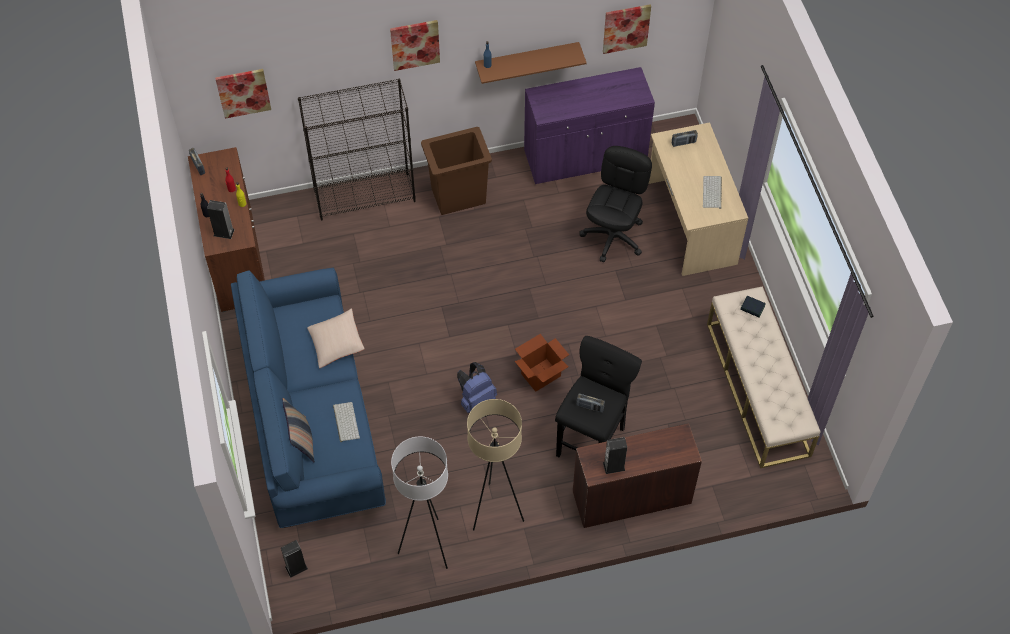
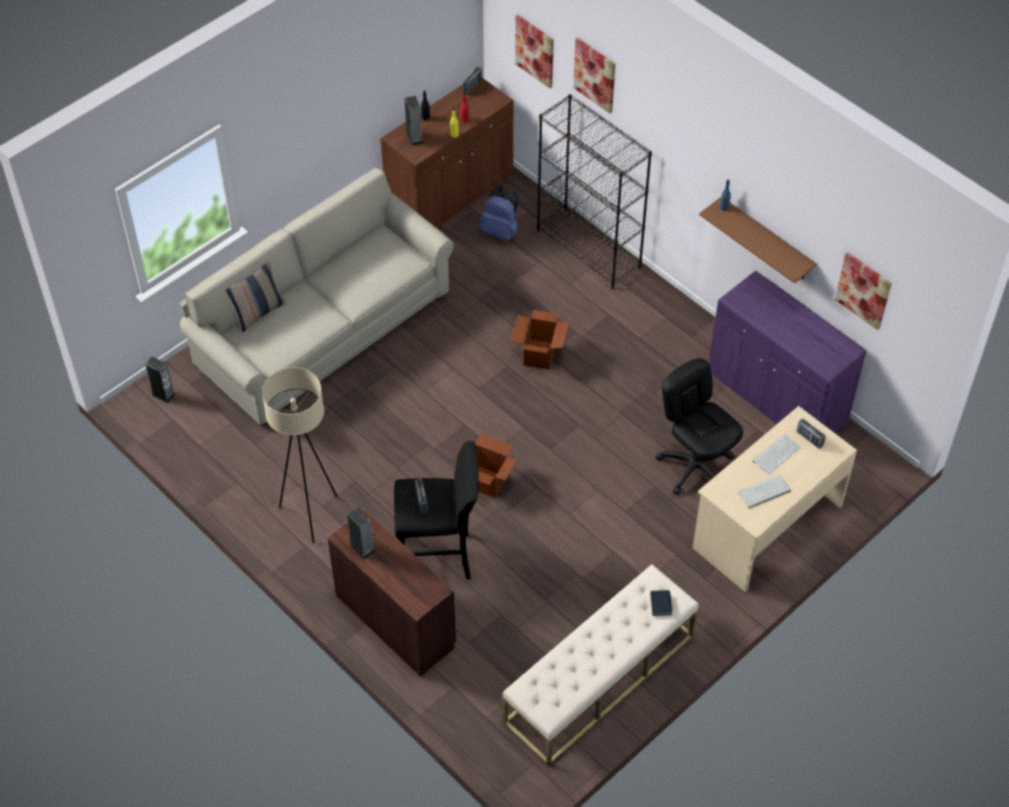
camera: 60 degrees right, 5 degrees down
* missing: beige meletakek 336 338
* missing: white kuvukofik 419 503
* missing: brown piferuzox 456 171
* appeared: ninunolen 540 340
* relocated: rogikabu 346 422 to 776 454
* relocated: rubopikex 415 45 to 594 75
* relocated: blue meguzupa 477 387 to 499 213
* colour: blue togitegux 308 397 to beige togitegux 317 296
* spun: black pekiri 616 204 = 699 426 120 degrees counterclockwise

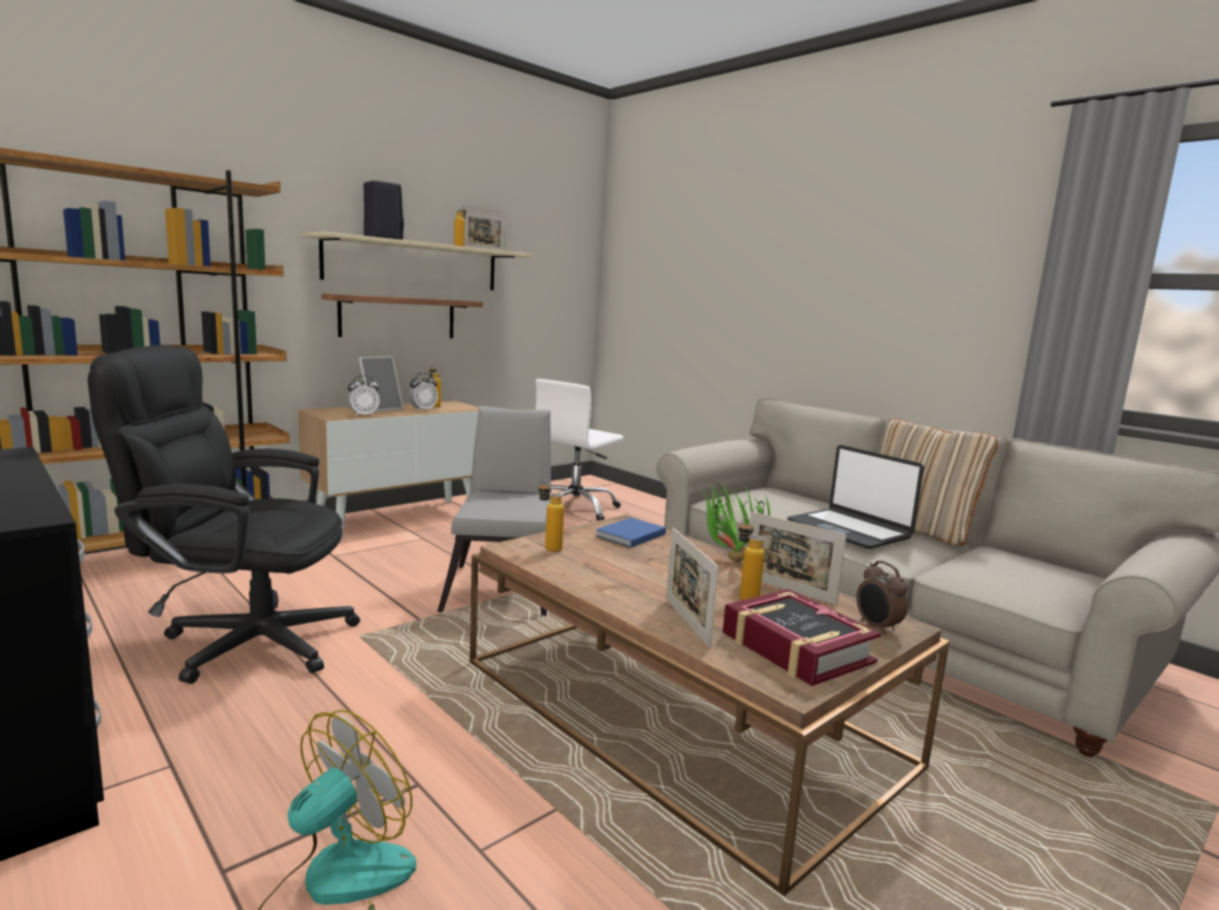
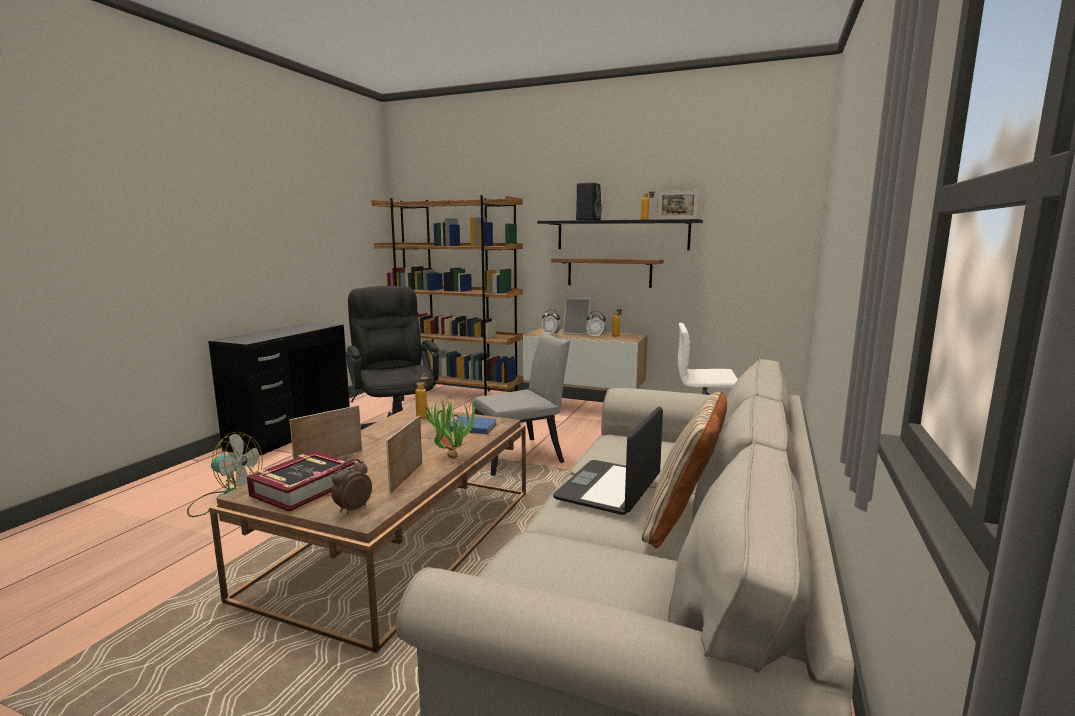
camera: 65 degrees right, 0 degrees up
* missing: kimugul 751 558
* colour: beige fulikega 417 260 to black fulikega 620 234

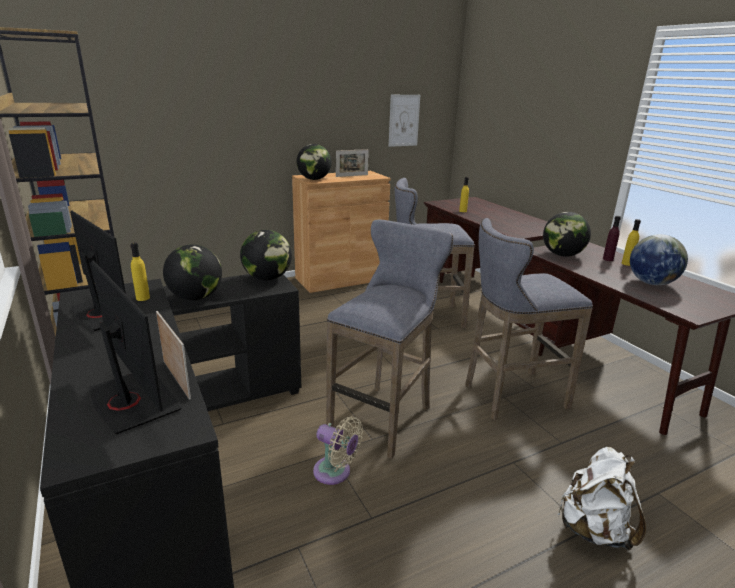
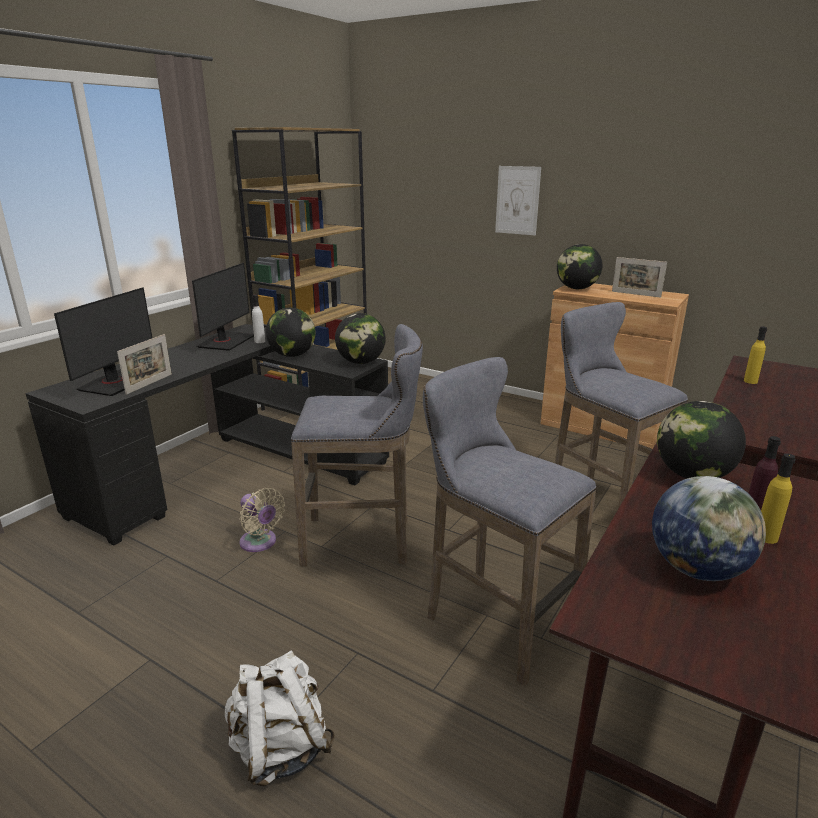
camera: 60 degrees right, 0 degrees up
* relocated: rubopikex 404 121 to 518 200
* colour: yellow kimugul 140 271 to white kimugul 258 319
* spun: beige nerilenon 338 451 = 262 520 45 degrees counterclockwise

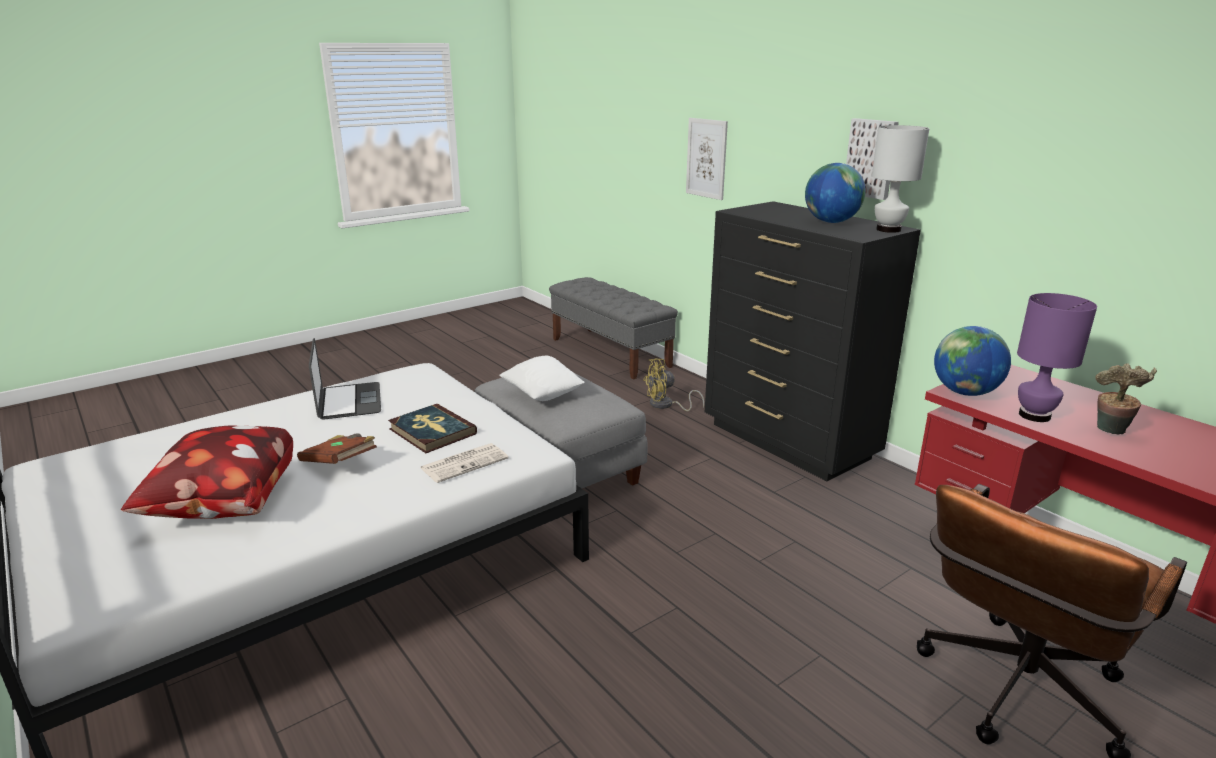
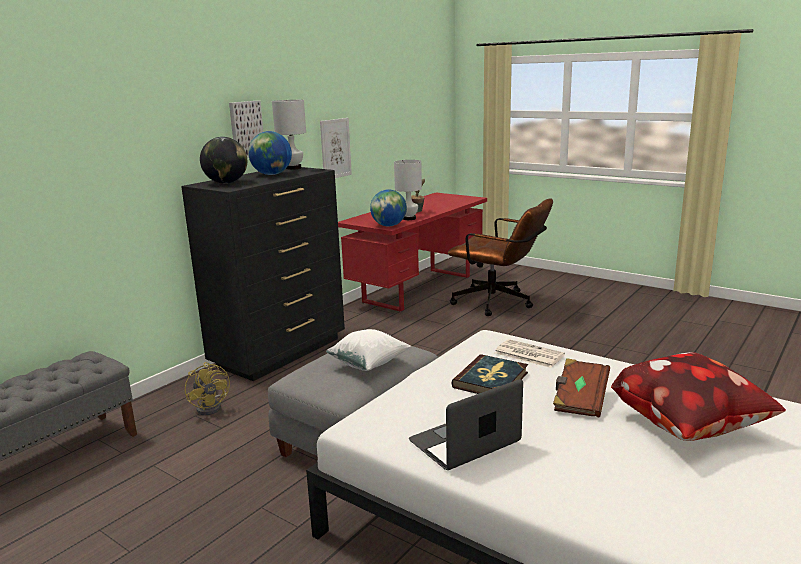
camera: 105 degrees left, 5 degrees down
* appeared: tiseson 223 160
* relocated: rubopikex 707 159 to 336 148
* colour: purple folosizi 1057 357 to white folosizi 408 190

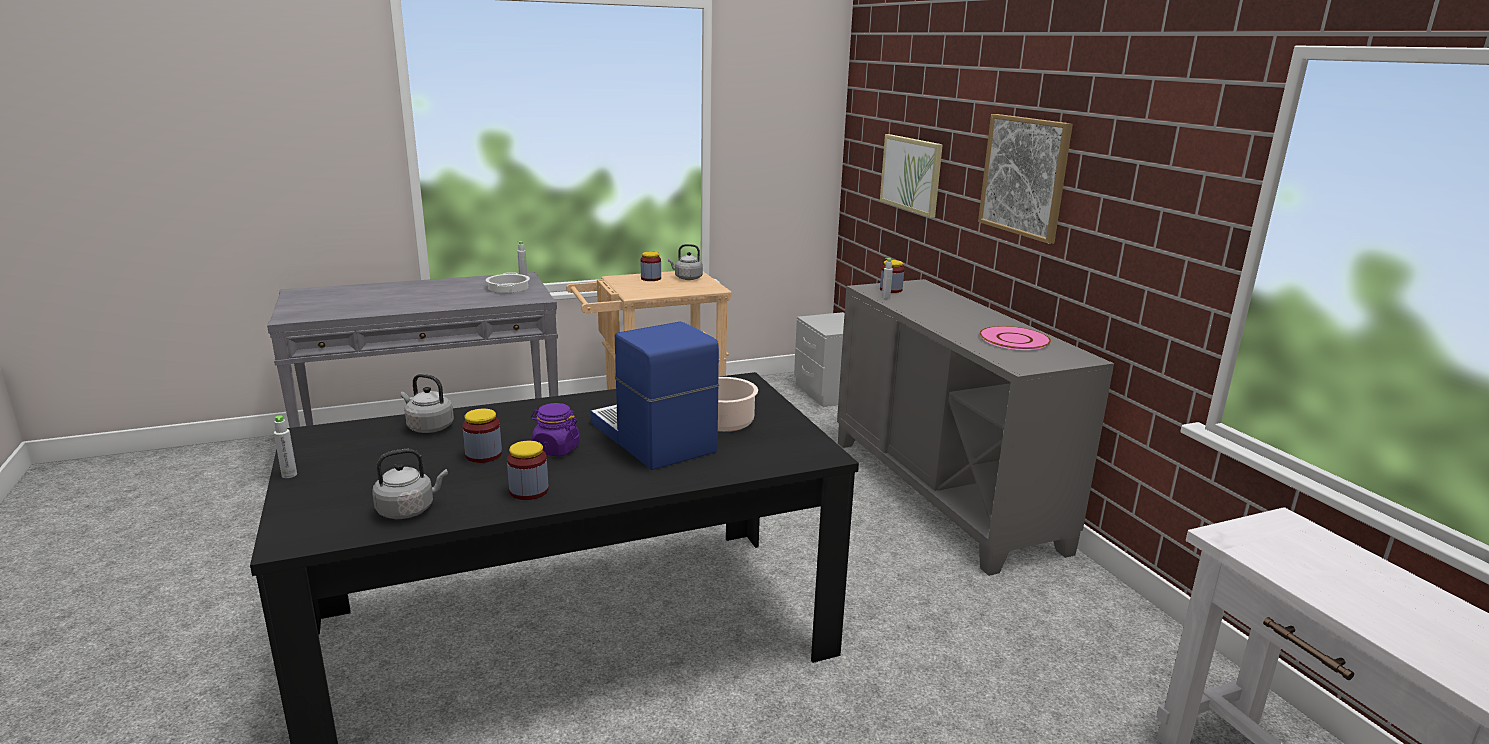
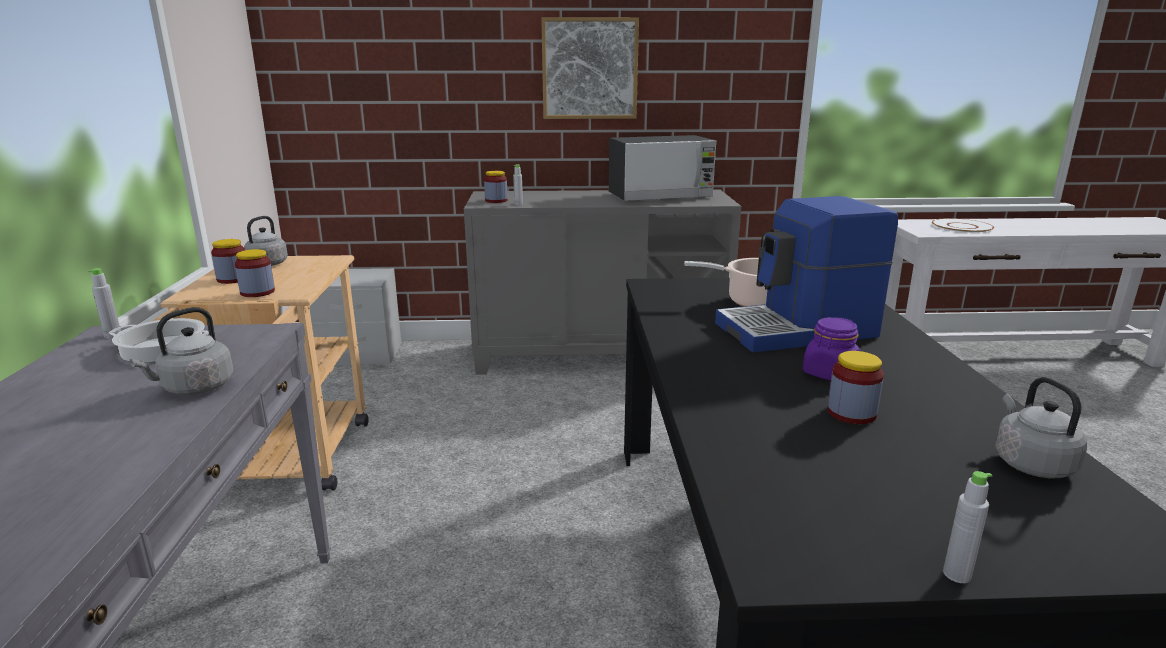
camera: 70 degrees left, 0 degrees up
* missing: rubopikex 911 176
* appeared: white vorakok 963 225
* relocated: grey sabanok 427 403 to 181 351
* relocated: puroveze 528 470 to 255 273
* exchanged: pink vorakok 1015 338 to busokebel 662 168

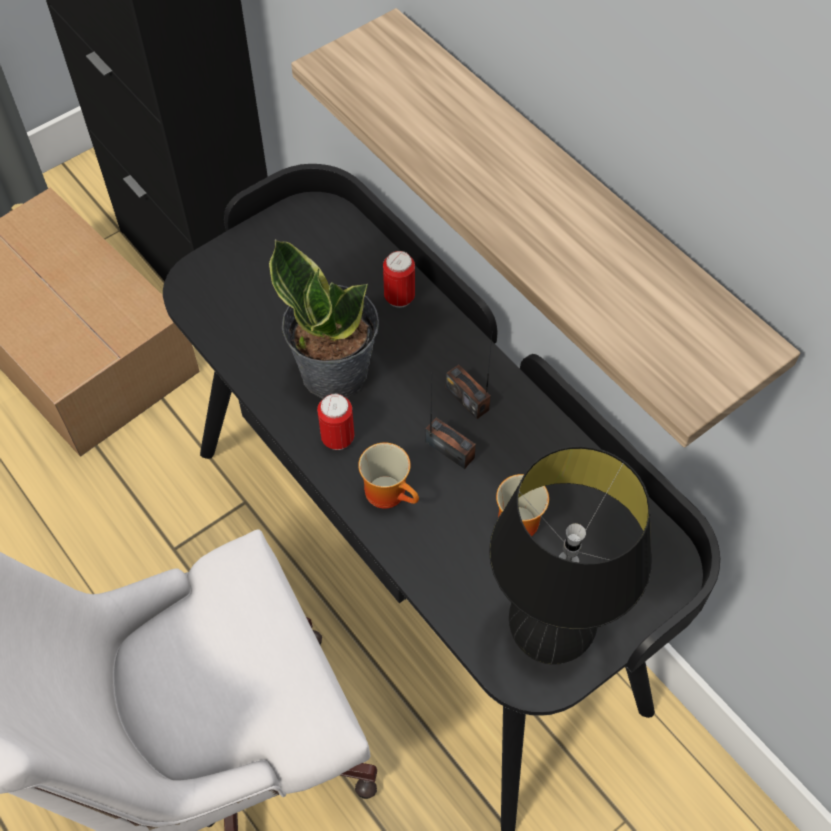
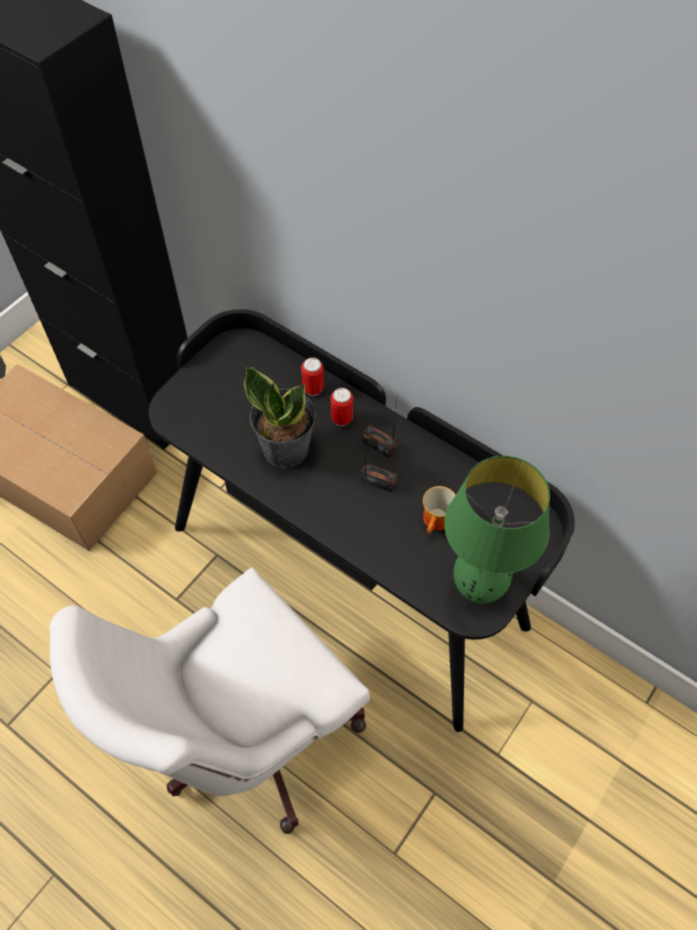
camera: 15 degrees left, 0 degrees up
* missing: fulikega 545 228
* missing: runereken 388 476
* relocated: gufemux 335 422 to 342 407
* colour: black folosizi 570 555 to green folosizi 497 529

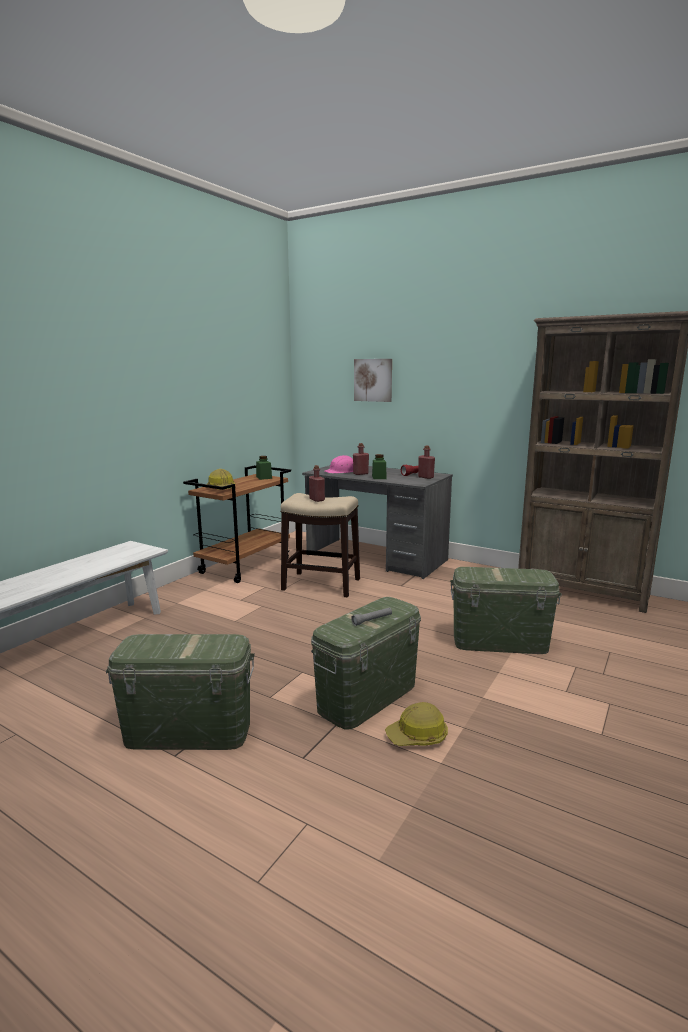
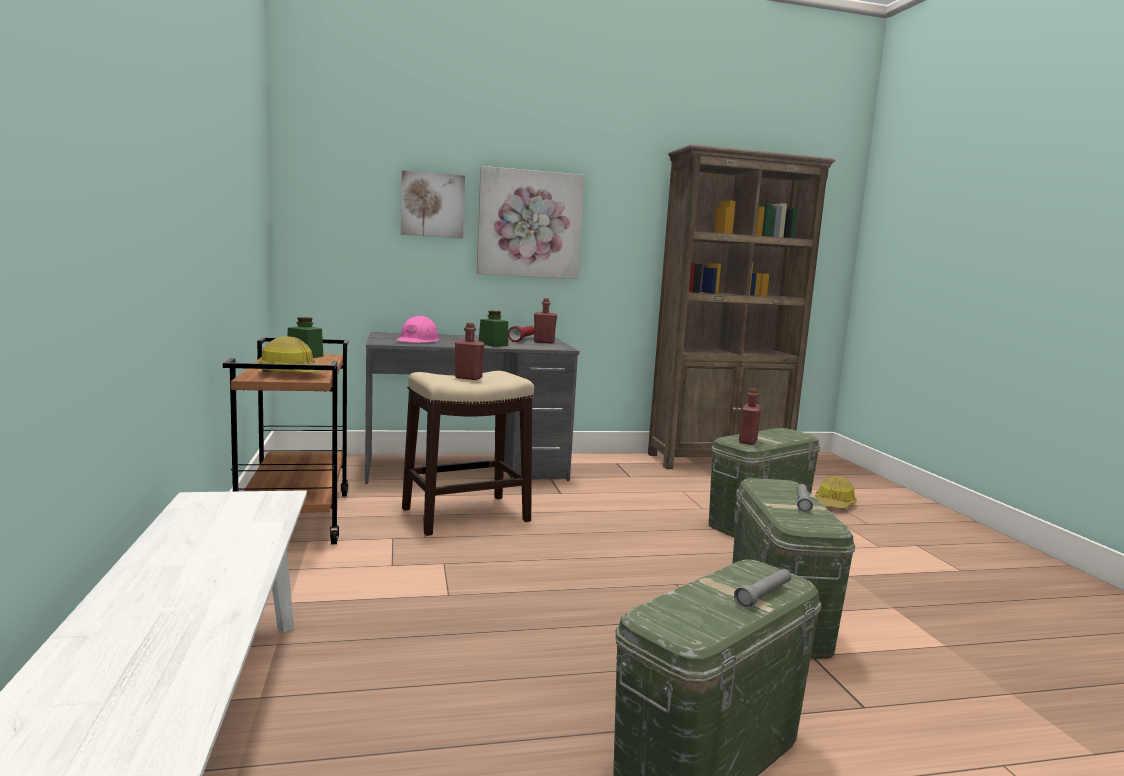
camera: 45 degrees left, 5 degrees down
* appeared: rubopikex 530 222
* appeared: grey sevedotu 762 589
* relocated: red kimugul 361 459 to 750 416
* relocated: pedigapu 416 724 to 836 492

